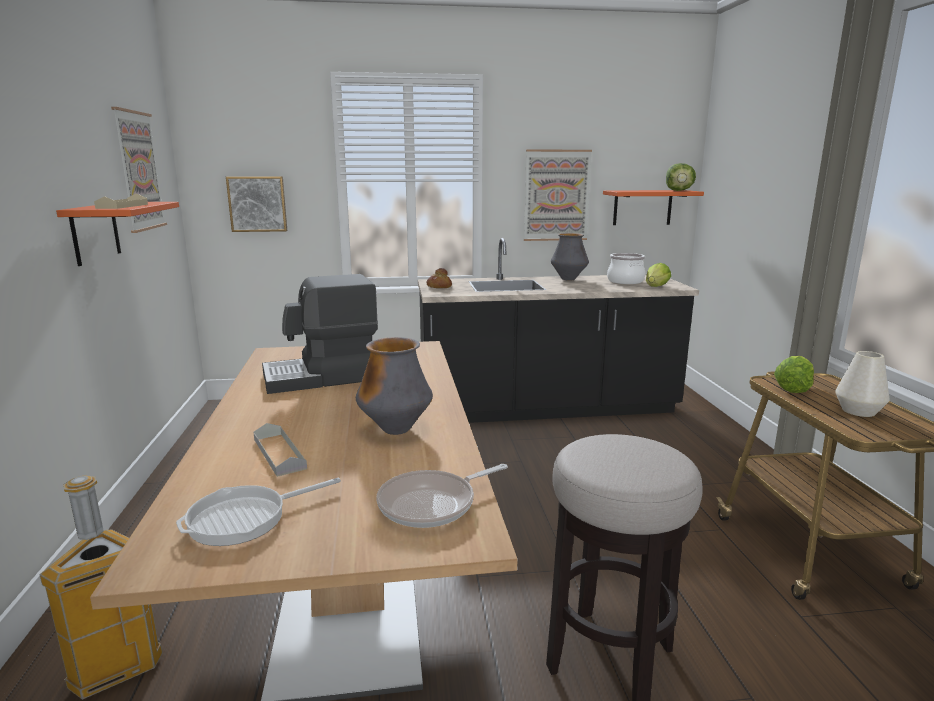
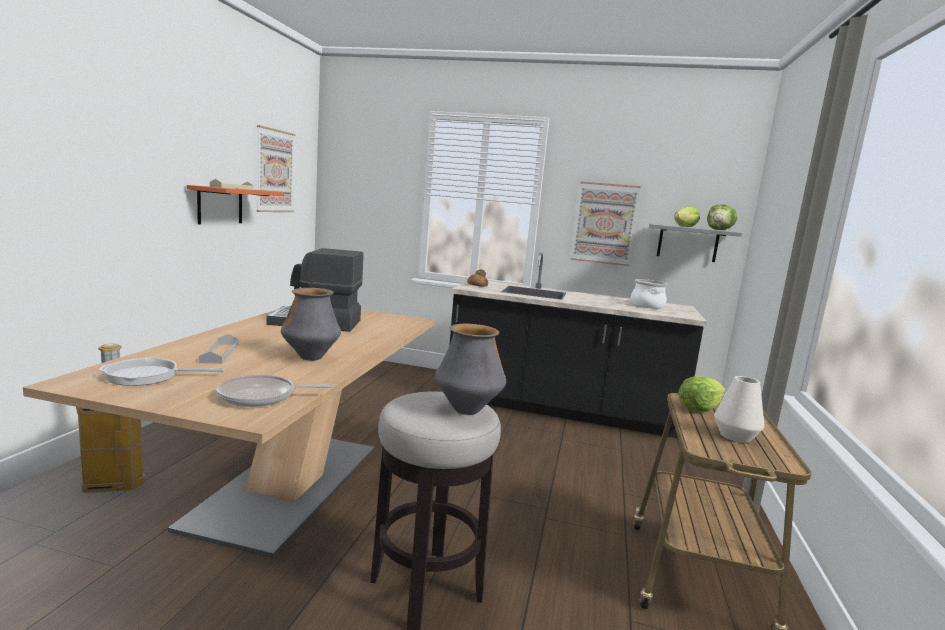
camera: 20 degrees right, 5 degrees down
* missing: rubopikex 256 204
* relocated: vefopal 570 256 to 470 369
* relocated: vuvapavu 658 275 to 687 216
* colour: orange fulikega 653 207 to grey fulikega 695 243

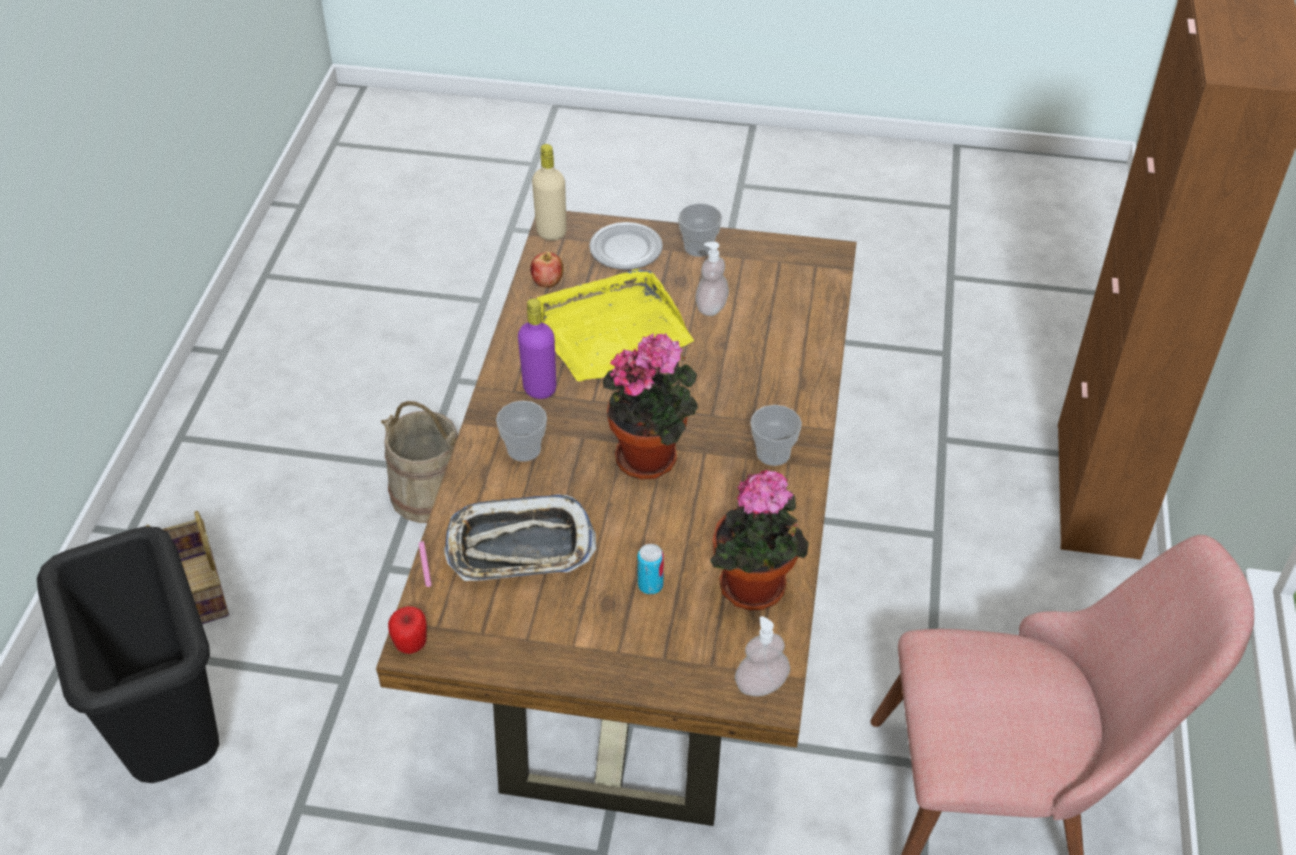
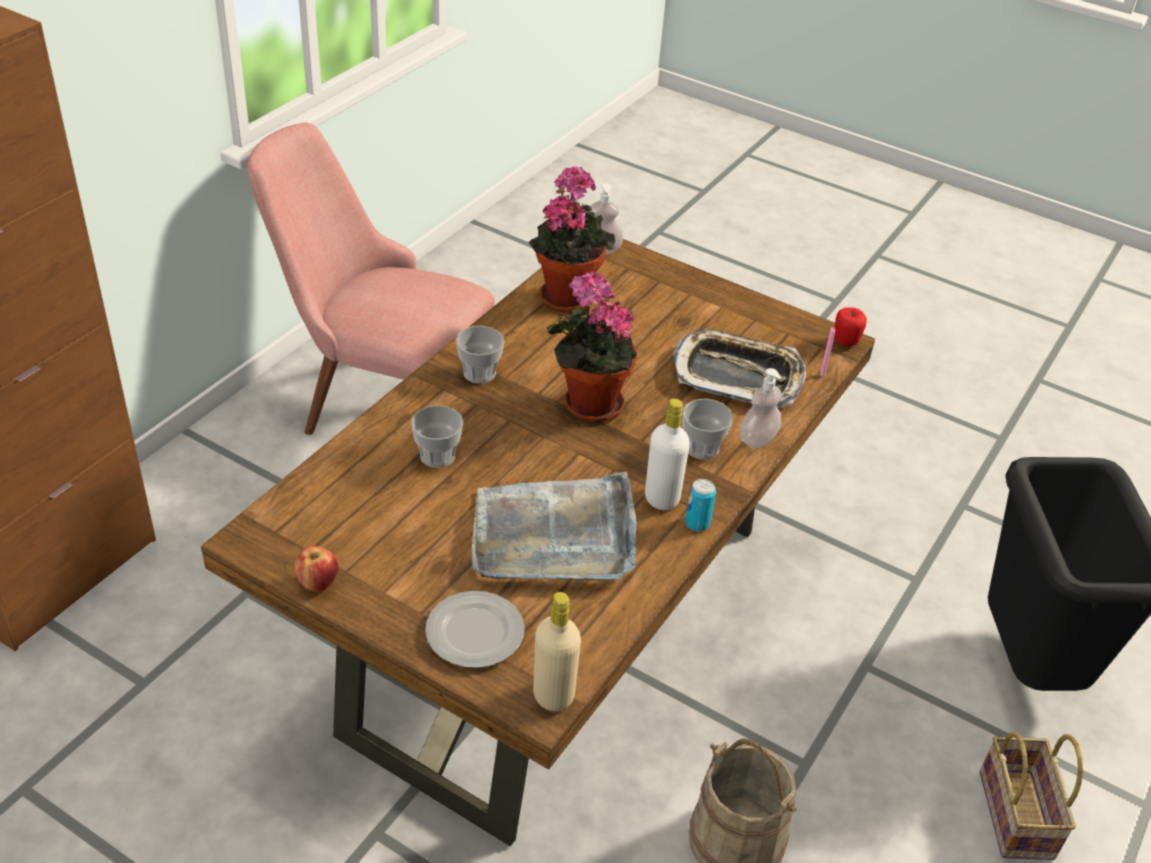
camera: 160 degrees left, 5 degrees down
* relocated: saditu 546 270 to 316 569
* relocated: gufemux 651 569 to 700 505
* relocated: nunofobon 700 230 to 437 436
* relocated: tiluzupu 712 279 to 760 408
* colour: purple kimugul 537 348 to white kimugul 667 454
* colour: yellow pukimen 615 325 to grey pukimen 554 526

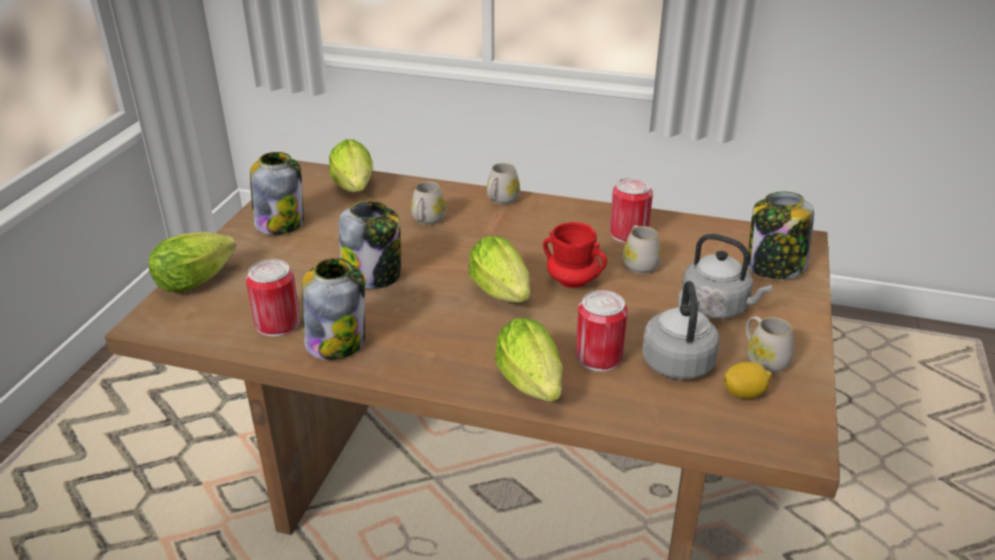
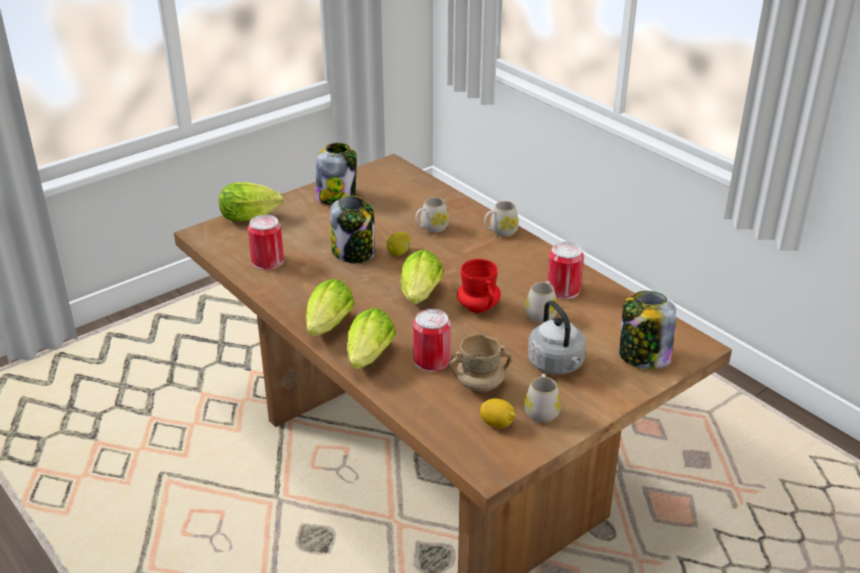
camera: 35 degrees right, 0 degrees up
* missing: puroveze 333 309
* appeared: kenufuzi 398 244
* relocated: vuvapavu 351 165 to 330 307
* exchanged: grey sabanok 680 330 to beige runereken 480 363

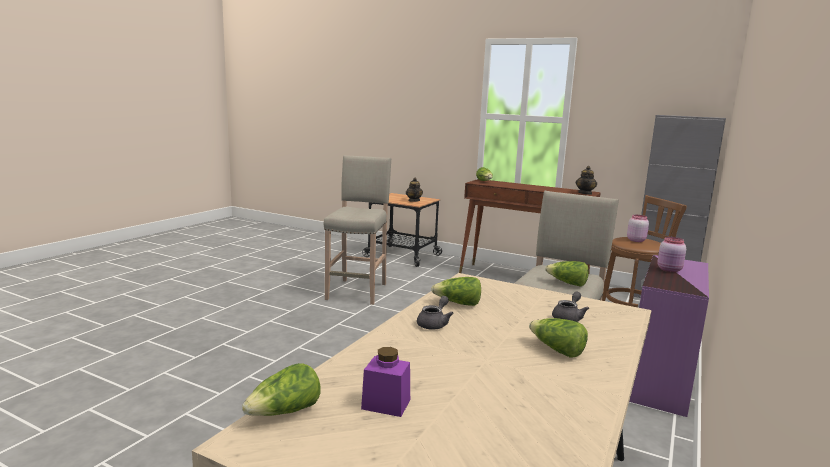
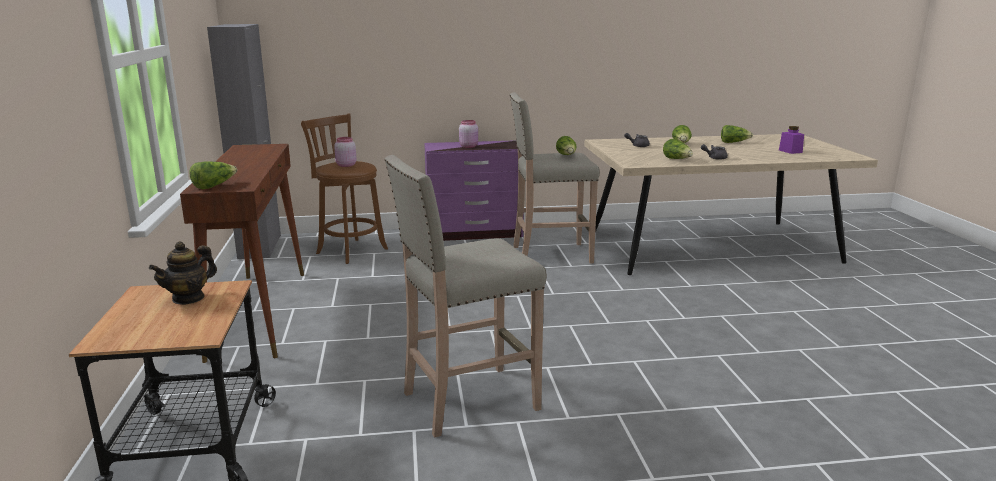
camera: 125 degrees left, 5 degrees up
* missing: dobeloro 586 180
* relocated: vuvapavu 281 389 to 737 134

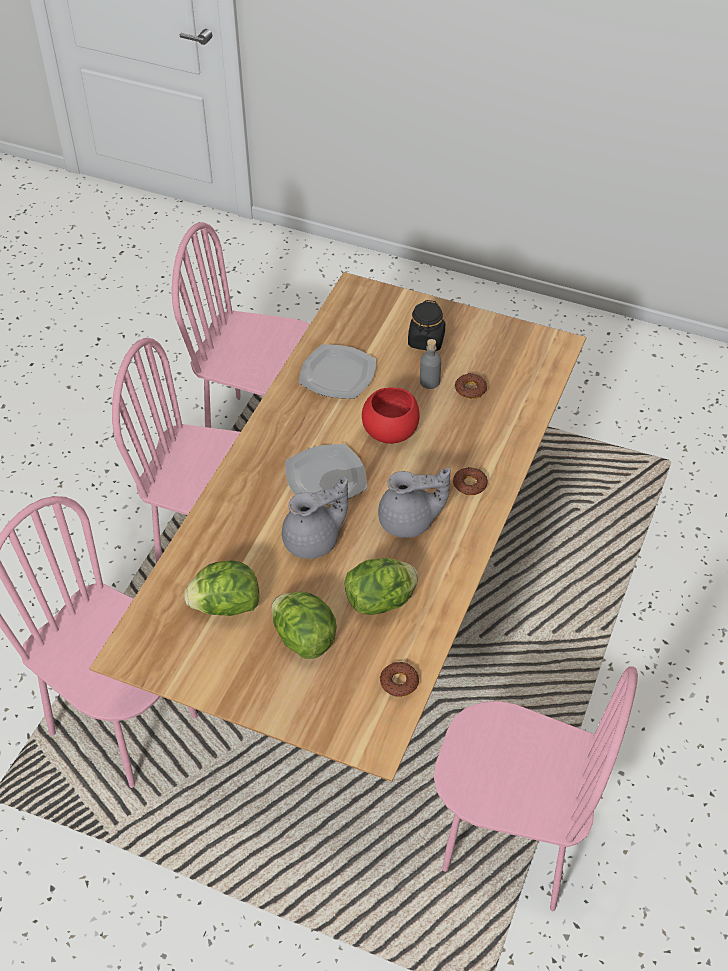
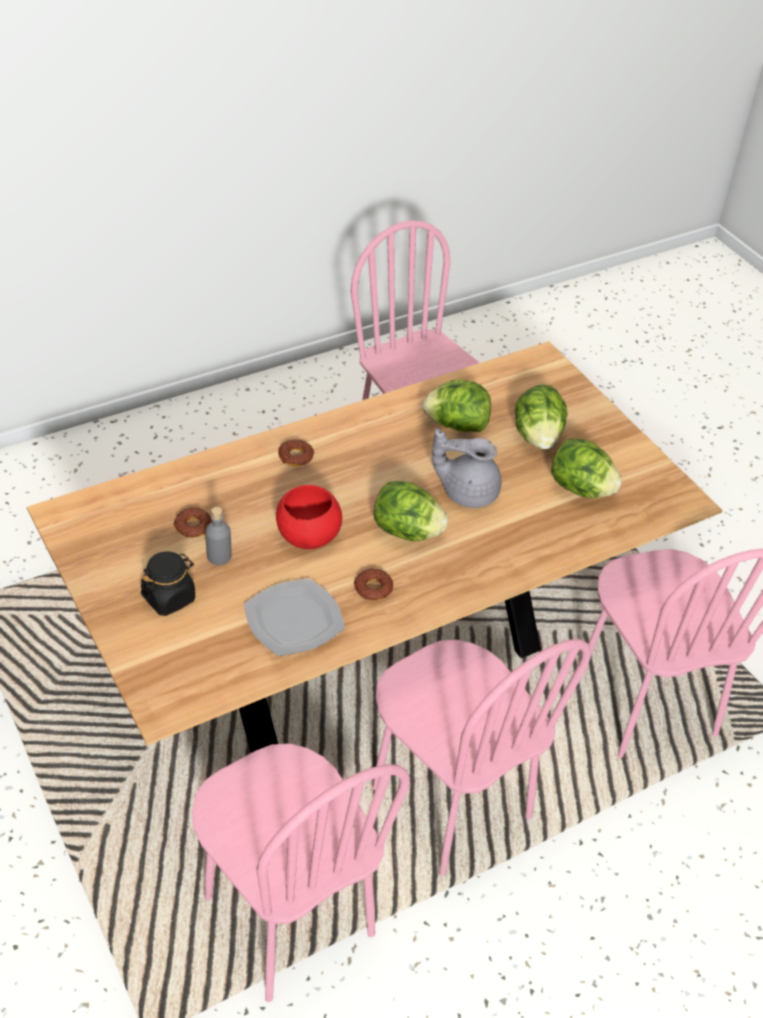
camera: 145 degrees left, 5 degrees down
* missing: grey dobeloro 414 503
* relocated: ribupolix 399 679 to 373 584
* exchanged: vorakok 326 474 to vuvapavu 411 511

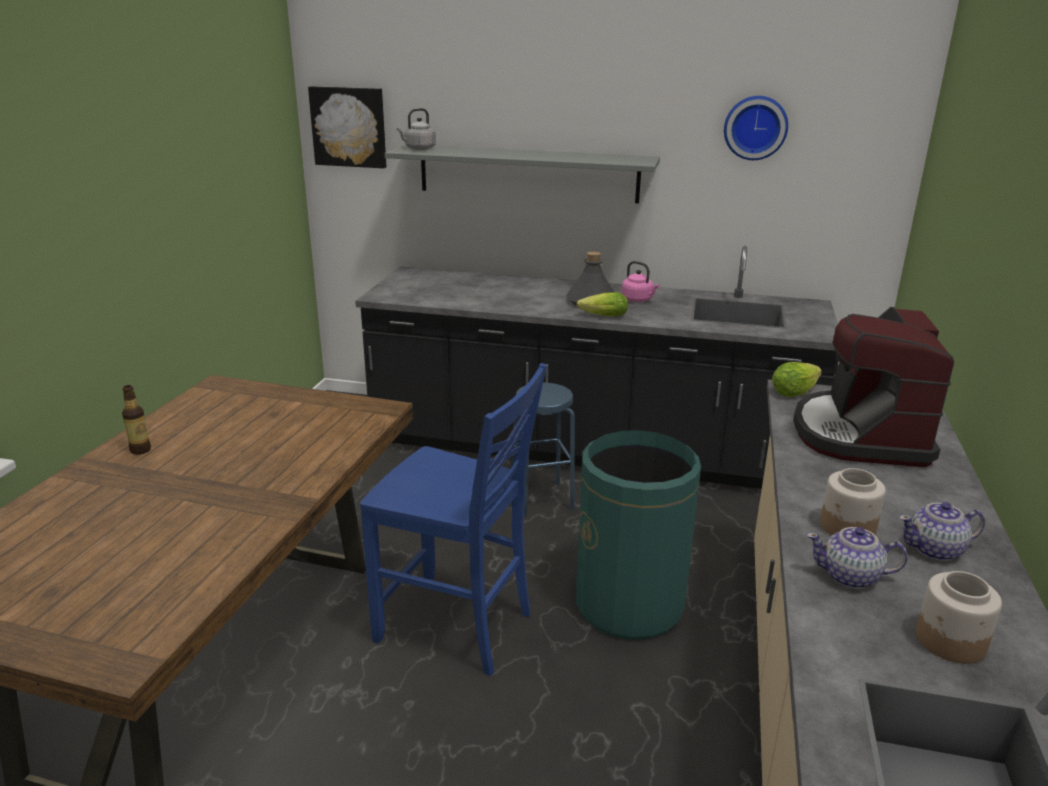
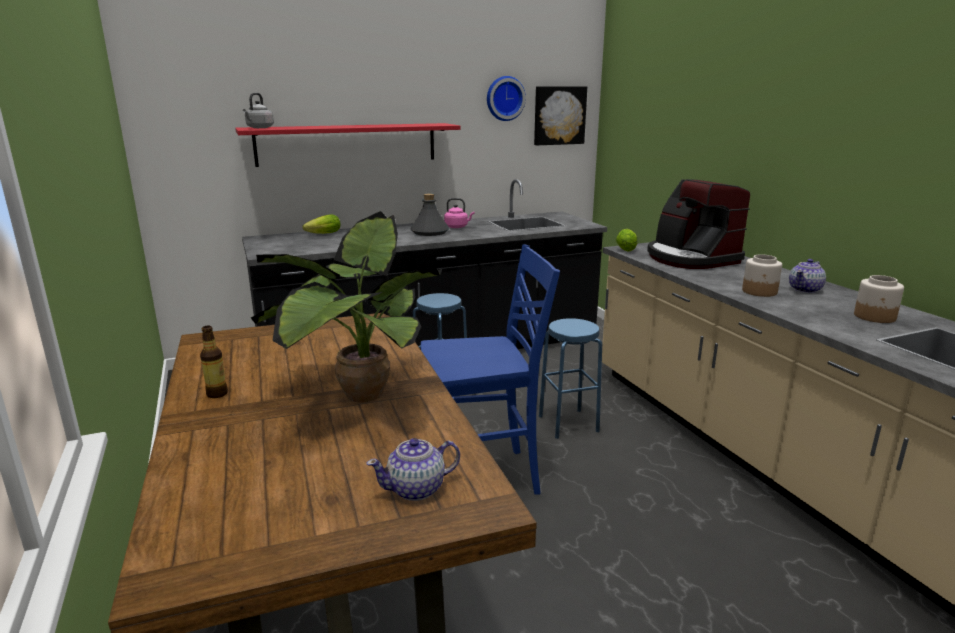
camera: 35 degrees left, 5 degrees down
* appeared: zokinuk 346 307
* relocated: rubopikex 347 127 to 560 115
* relocated: vuvapavu 602 304 to 321 224
* relocated: dobeloro 857 558 to 413 469
* exchanged: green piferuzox 638 535 to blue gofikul 570 378
* colour: grey fulikega 522 173 to red fulikega 347 145

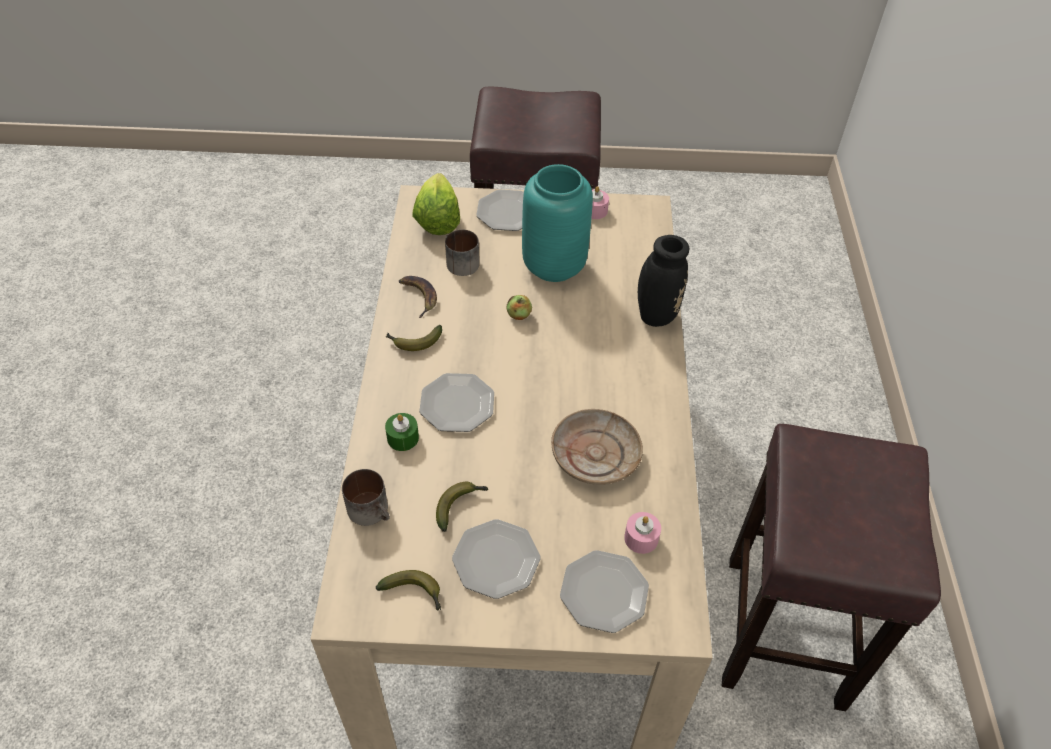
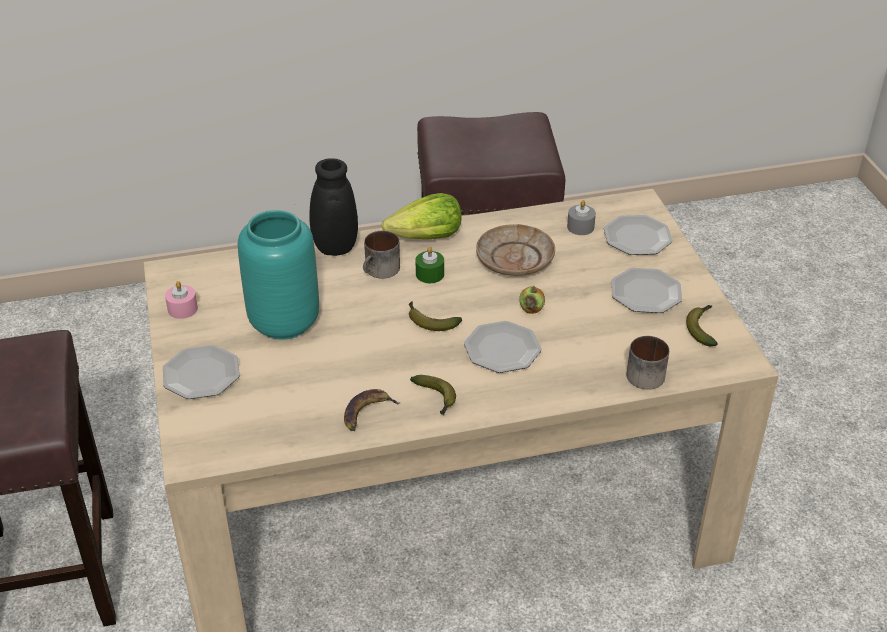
camera: 105 degrees left, 10 degrees down
* relocated: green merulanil 402 432 to 430 265
* relocated: vuvapavu 436 204 to 421 216
* relocated: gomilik 462 507 to 435 316
* relocated: runereken 462 253 to 381 255
* relocated: saditu 519 307 to 532 300
* colour: pink merulanil 642 533 to grey merulanil 581 217

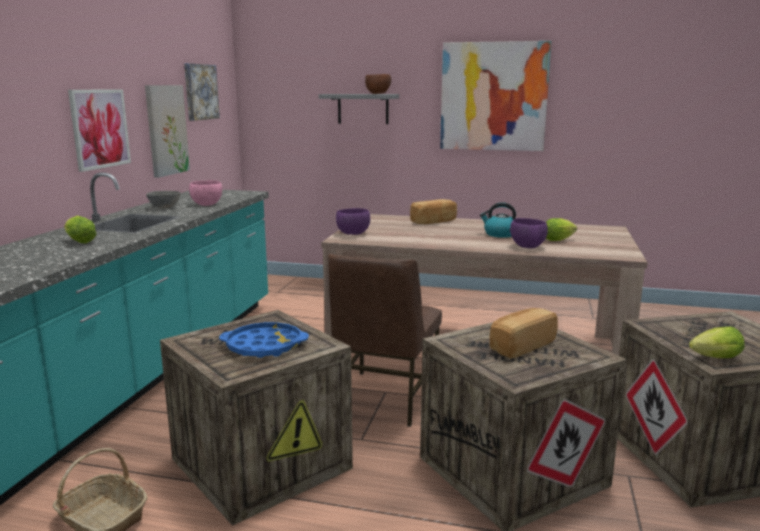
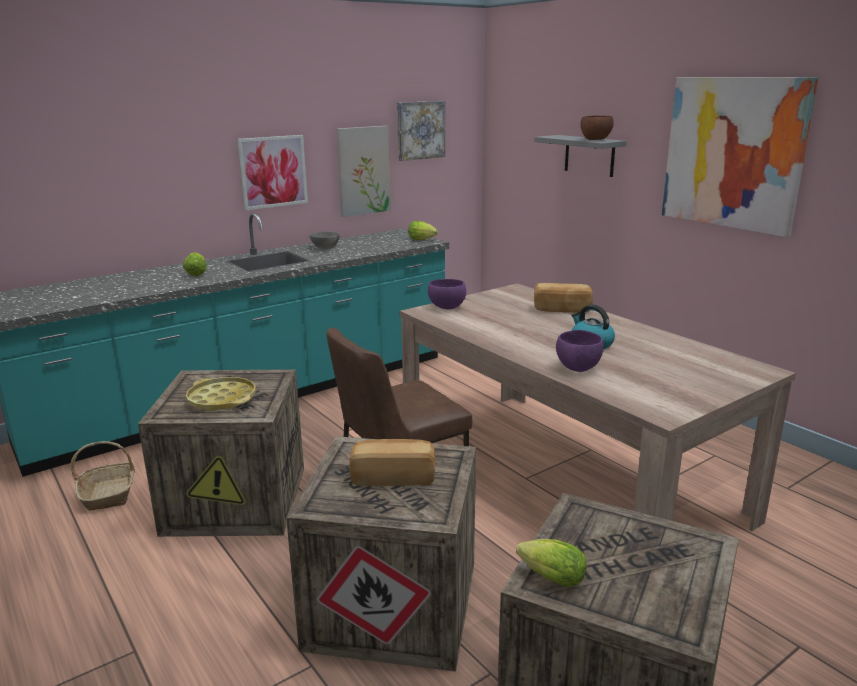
camera: 40 degrees right, 5 degrees up
* missing: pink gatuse 205 193
* relocated: vuvapavu 561 229 to 423 230
* colour: blue pukimen 264 340 to yellow pukimen 221 394

